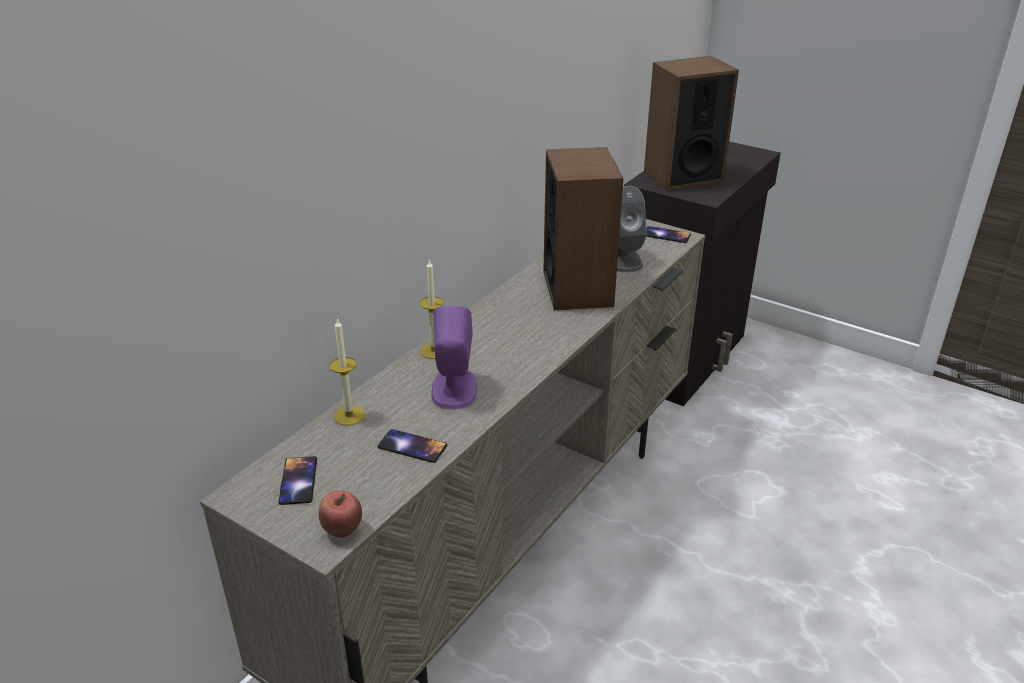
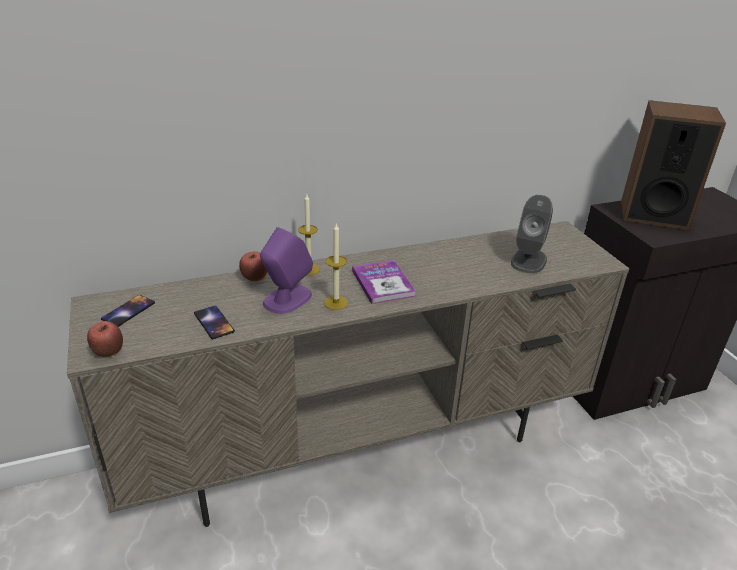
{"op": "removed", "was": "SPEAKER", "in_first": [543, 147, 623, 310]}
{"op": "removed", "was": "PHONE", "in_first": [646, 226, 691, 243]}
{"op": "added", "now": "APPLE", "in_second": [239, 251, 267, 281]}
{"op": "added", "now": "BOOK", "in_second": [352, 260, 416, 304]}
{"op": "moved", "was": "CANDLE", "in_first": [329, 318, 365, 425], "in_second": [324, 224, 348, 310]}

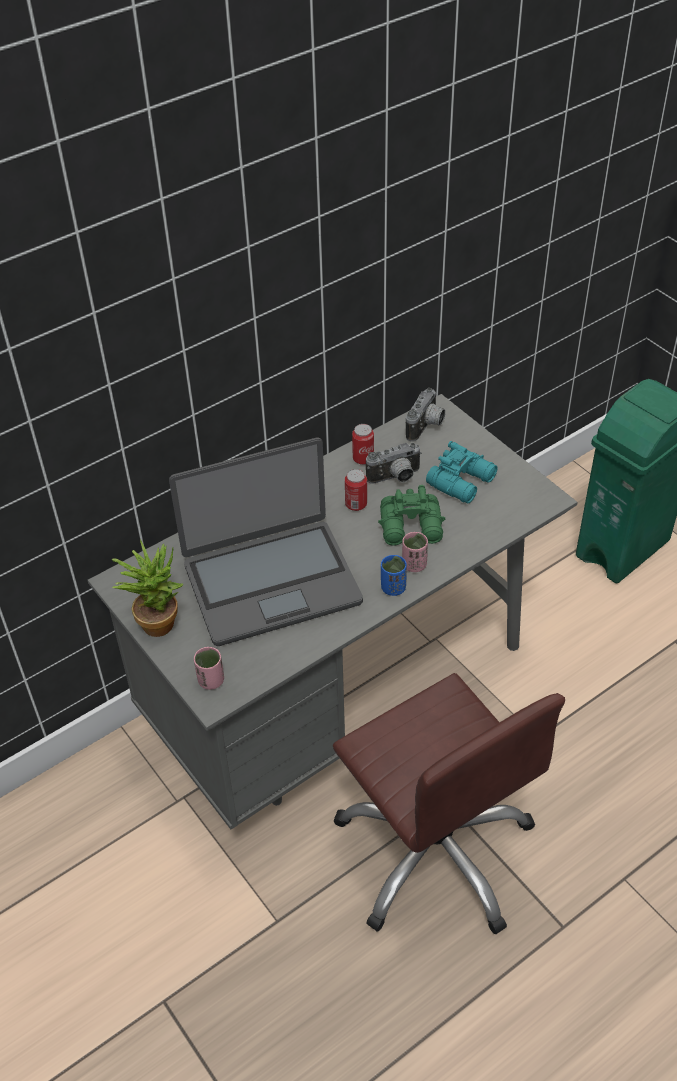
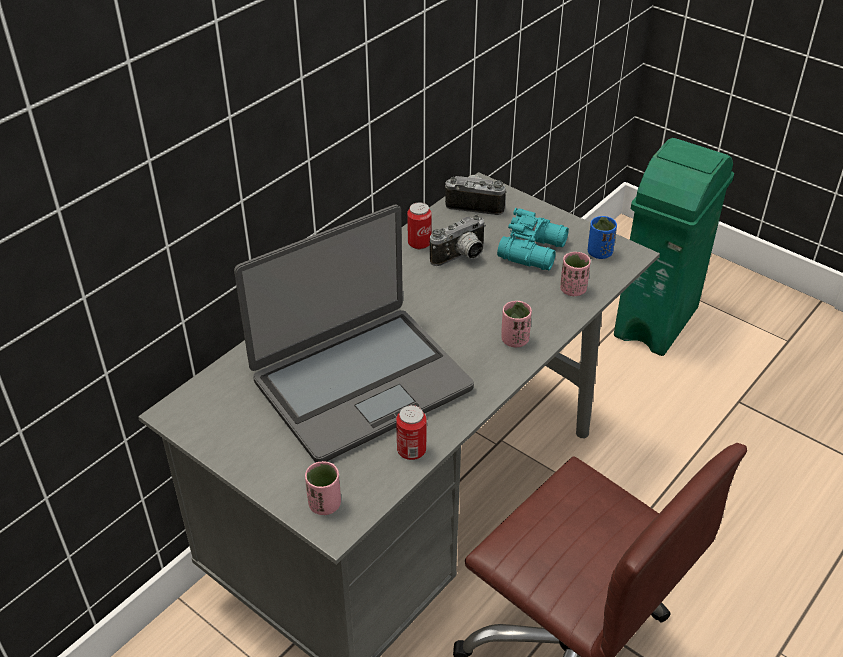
{"op": "removed", "was": "POTTED PLANT", "in_first": [112, 540, 184, 637]}
{"op": "removed", "was": "GREEN BINOCULARS", "in_first": [378, 485, 445, 546]}
{"op": "added", "now": "PINK CUP", "in_second": [560, 252, 591, 296]}
{"op": "moved", "was": "CAN", "in_first": [345, 469, 367, 511], "in_second": [396, 405, 427, 460]}
{"op": "moved", "was": "BLUE CUP", "in_first": [381, 555, 407, 596], "in_second": [588, 216, 617, 259]}
{"op": "turned", "was": "PHOTO CAMERA", "in_first": [406, 388, 445, 442], "in_second": [445, 175, 507, 215], "clockwise": -90}

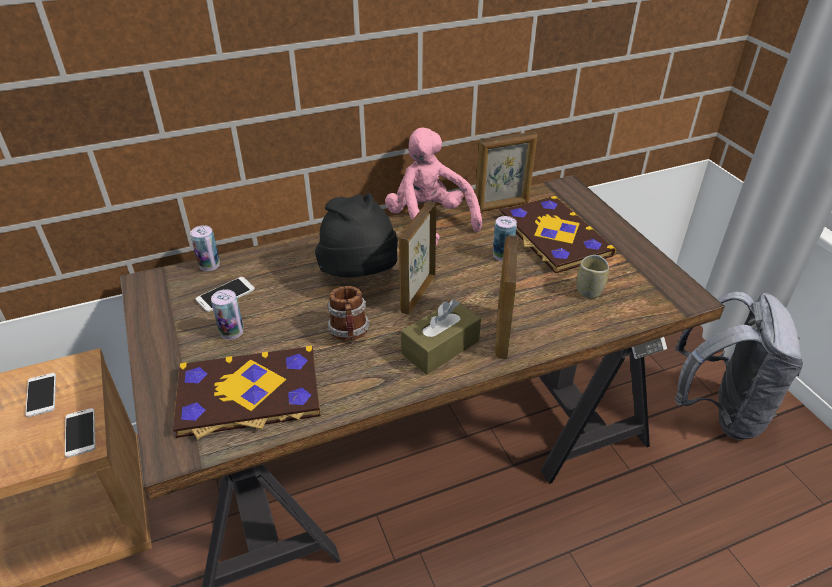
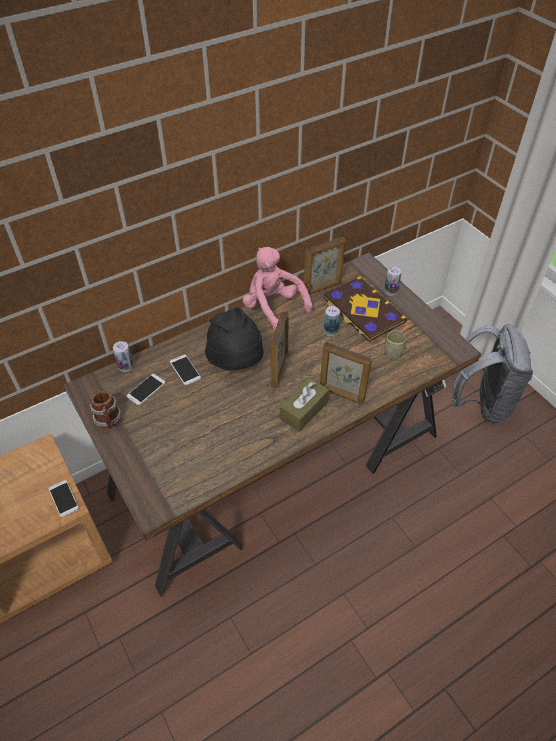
{"op": "removed", "was": "BOOK", "in_first": [173, 345, 321, 440]}
{"op": "moved", "was": "PHONE", "in_first": [25, 373, 56, 417], "in_second": [170, 355, 201, 386]}
{"op": "moved", "was": "CAN", "in_first": [211, 289, 243, 340], "in_second": [384, 266, 402, 296]}
{"op": "moved", "was": "MUG", "in_first": [327, 286, 370, 340], "in_second": [90, 391, 122, 428]}
{"op": "turned", "was": "PICTURE FRAME", "in_first": [495, 235, 517, 359], "in_second": [320, 342, 372, 405], "clockwise": -60}

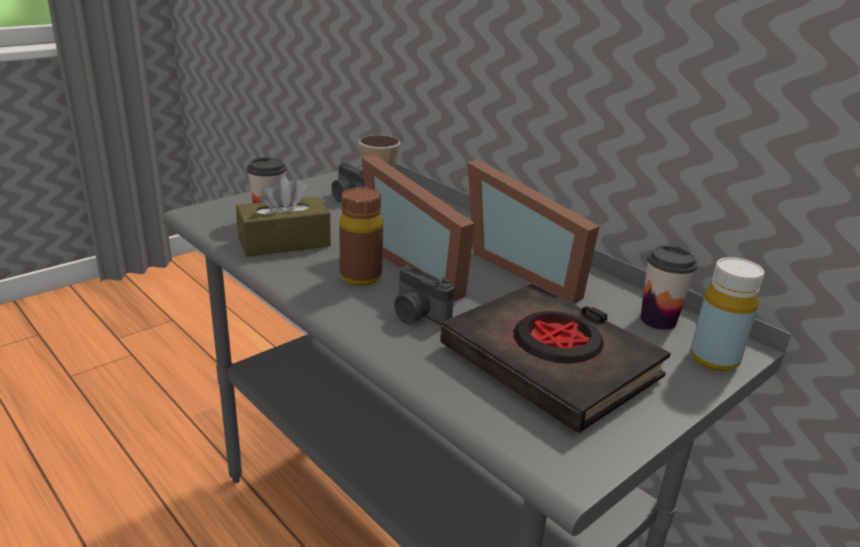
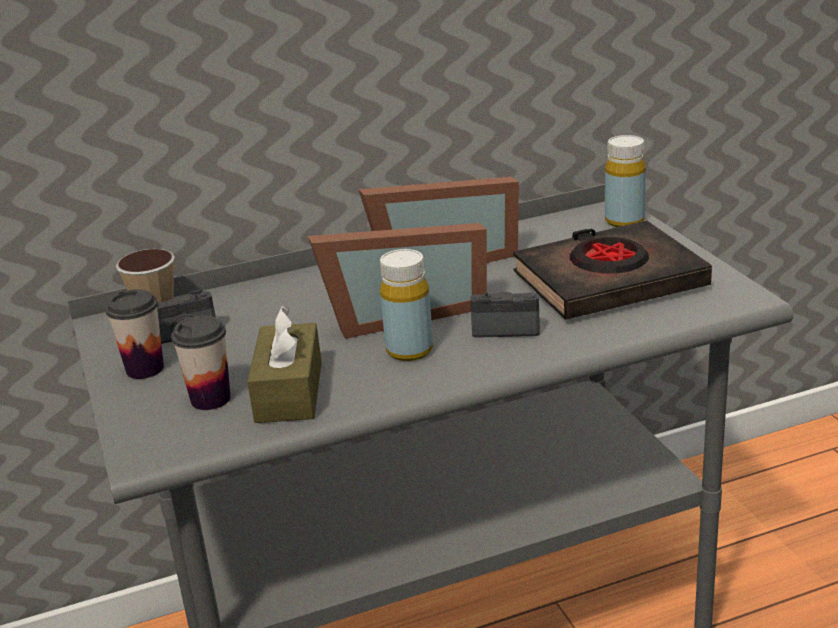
{"op": "moved", "was": "CUP", "in_first": [641, 245, 698, 330], "in_second": [105, 289, 164, 379]}
{"op": "recoloured", "was": "BROWN BOTTLE", "now": "YELLOW BOTTLE", "in_first": [339, 187, 383, 286], "in_second": [380, 249, 433, 361]}
{"op": "turned", "was": "PHOTO CAMERA", "in_first": [394, 265, 454, 326], "in_second": [470, 292, 540, 338], "clockwise": -150}

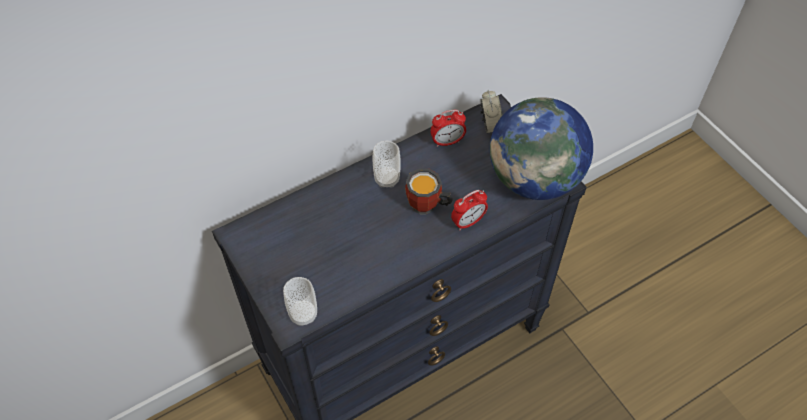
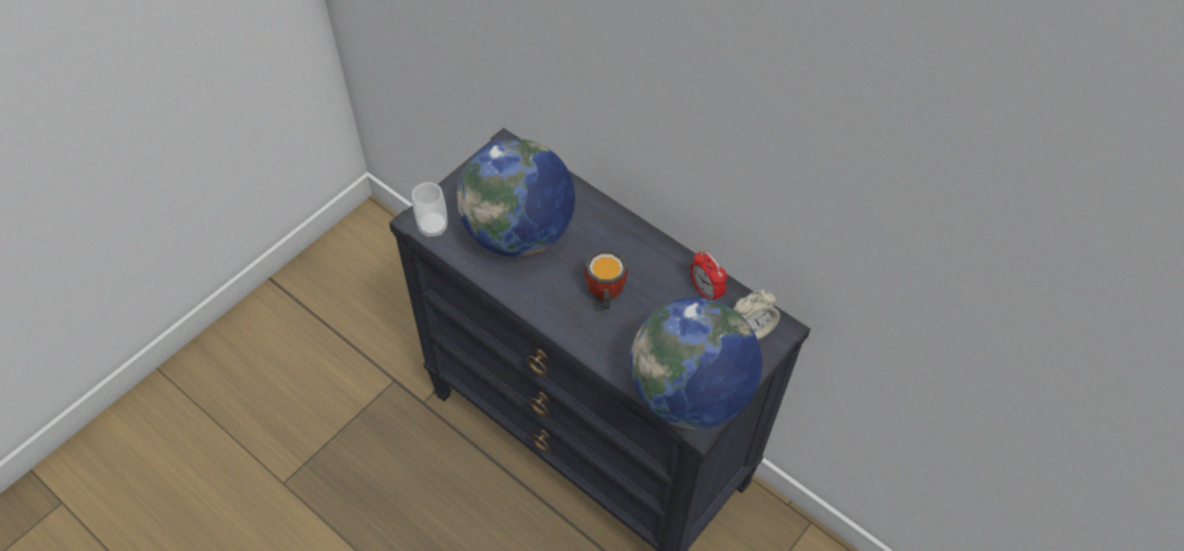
{"op": "removed", "was": "CUP", "in_first": [372, 141, 401, 188]}
{"op": "removed", "was": "ALARM CLOCK", "in_first": [451, 190, 488, 231]}
{"op": "added", "now": "GLOBE", "in_second": [457, 139, 575, 257]}

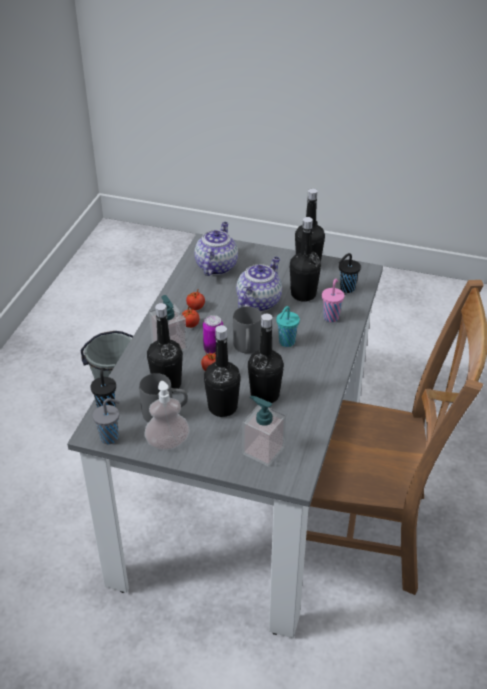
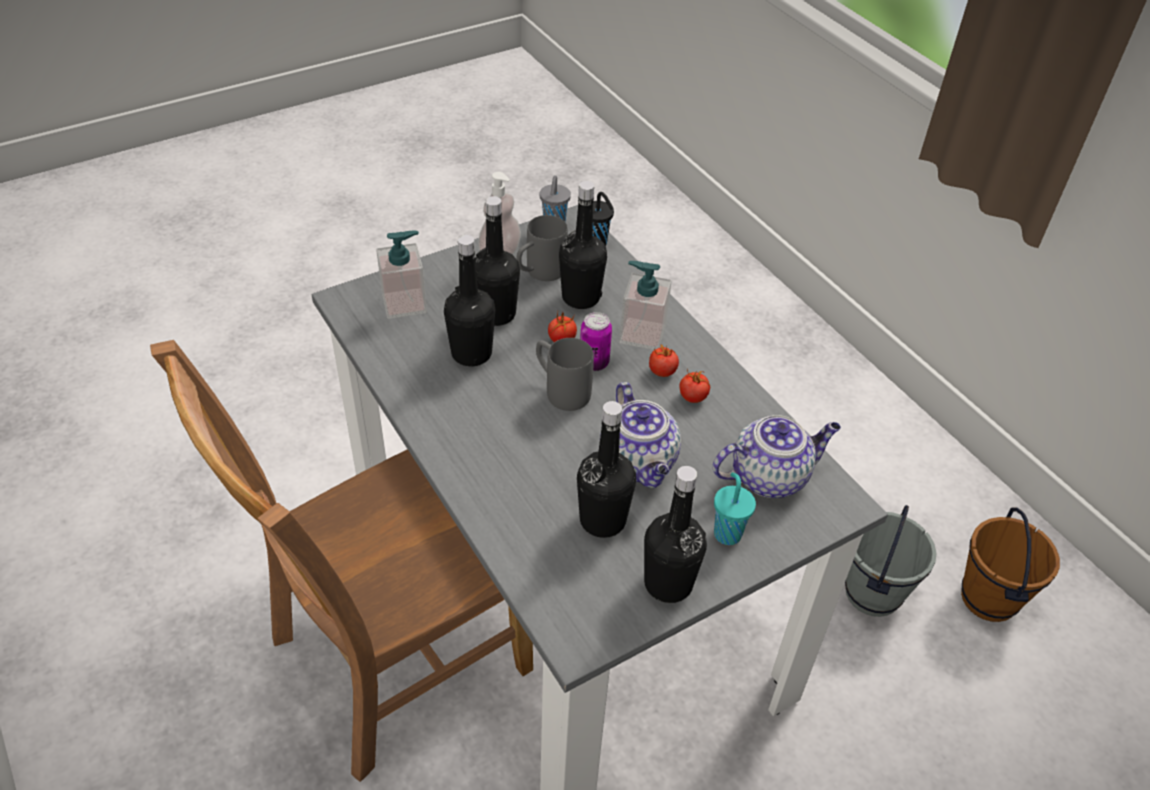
{"op": "removed", "was": "PINK CUP", "in_first": [322, 279, 345, 322]}
{"op": "removed", "was": "BLACK CUP", "in_first": [339, 253, 361, 293]}
{"op": "added", "now": "BROWN BUCKET", "in_second": [961, 507, 1060, 622]}
{"op": "moved", "was": "TURQUOISE CUP", "in_first": [276, 306, 300, 347], "in_second": [714, 473, 756, 545]}
{"op": "turned", "was": "TEAPOT", "in_first": [194, 222, 238, 276], "in_second": [712, 415, 841, 498], "clockwise": -75}

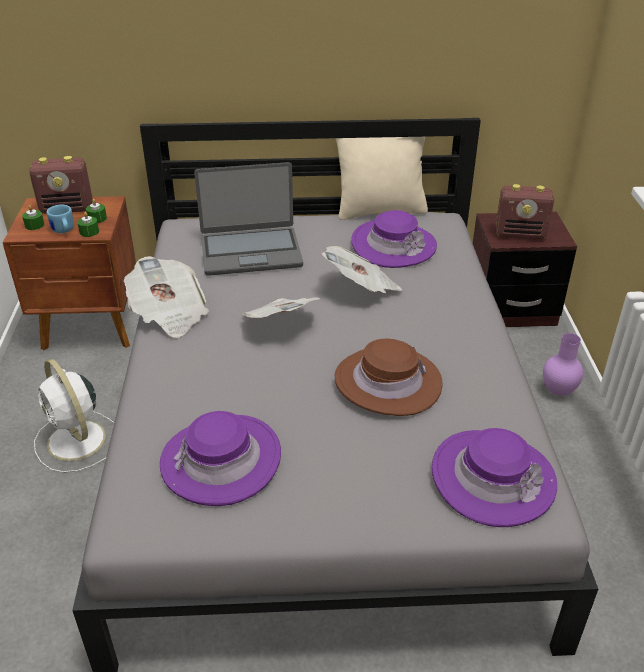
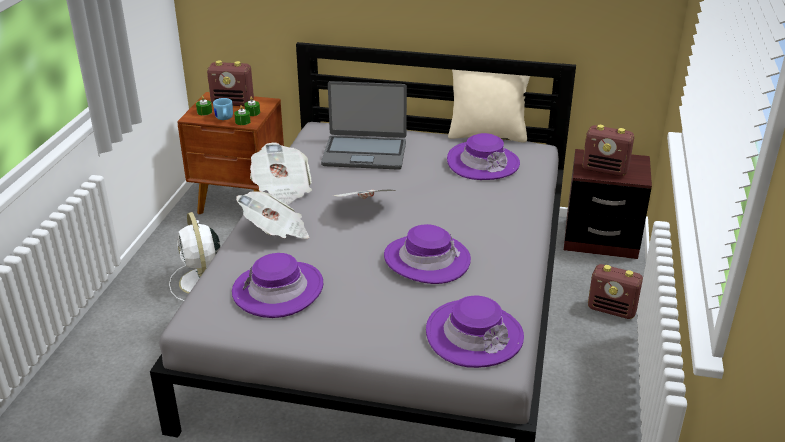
{"op": "moved", "was": "NEWSPAPER", "in_first": [321, 246, 402, 293], "in_second": [236, 191, 309, 239]}
{"op": "replaced", "was": "PURPLE VASE", "now": "RADIO", "in_first": [543, 333, 583, 396], "in_second": [588, 264, 643, 319]}
{"op": "recoloured", "was": "BROWN HAT", "now": "PURPLE HAT", "in_first": [334, 339, 442, 416], "in_second": [384, 224, 471, 284]}

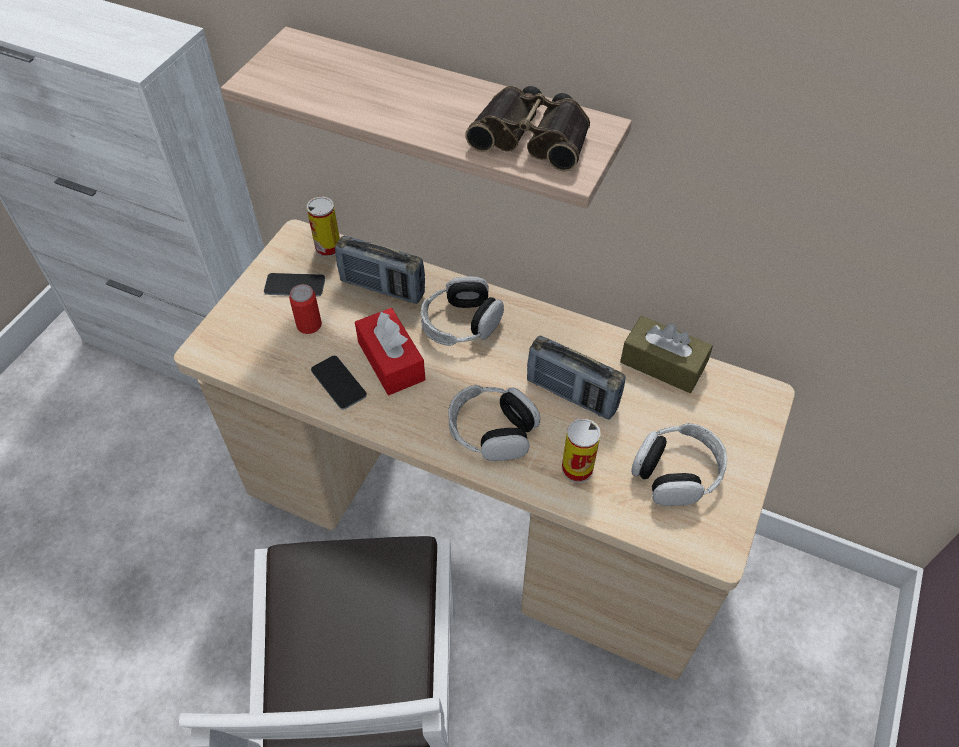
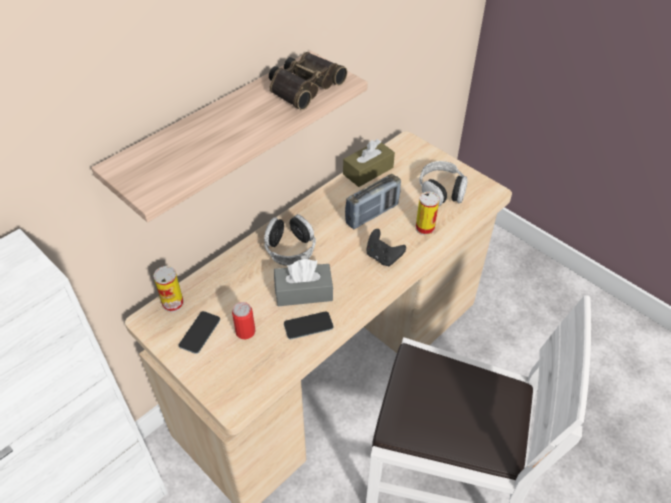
{"op": "removed", "was": "RADIO", "in_first": [335, 236, 425, 304]}
{"op": "replaced", "was": "HEADPHONES", "now": "BLACK GAME CONTROLLER", "in_first": [448, 385, 541, 461], "in_second": [366, 229, 406, 266]}
{"op": "recoloured", "was": "RED TISSUE BOX", "now": "GREY TISSUE BOX", "in_first": [355, 308, 425, 395], "in_second": [274, 259, 333, 306]}

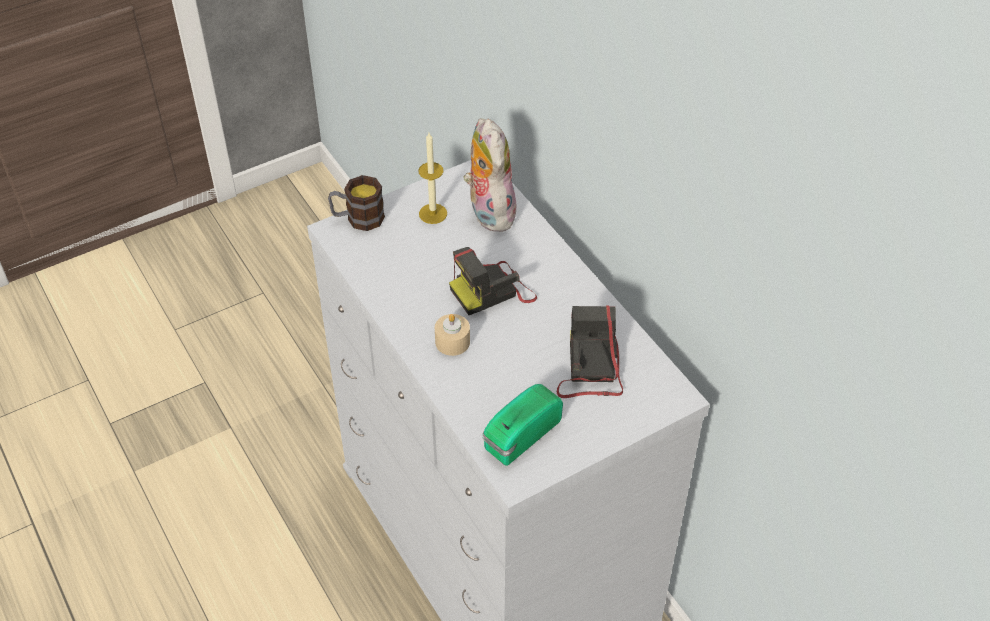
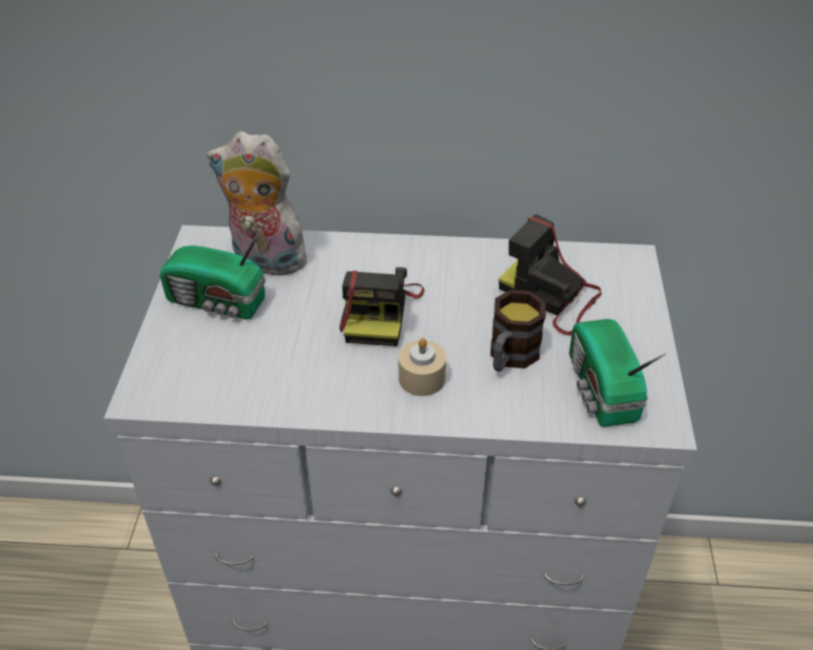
{"op": "moved", "was": "MUG", "in_first": [328, 175, 385, 231], "in_second": [490, 290, 546, 372]}
{"op": "replaced", "was": "CANDLE", "now": "RADIO", "in_first": [418, 133, 447, 224], "in_second": [160, 223, 265, 319]}

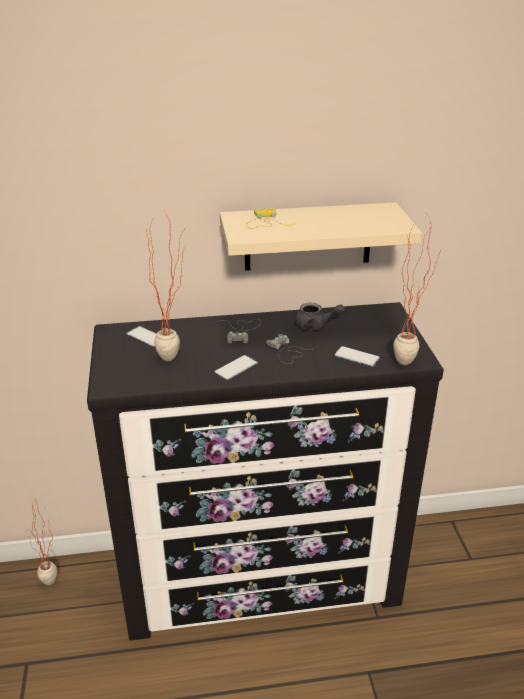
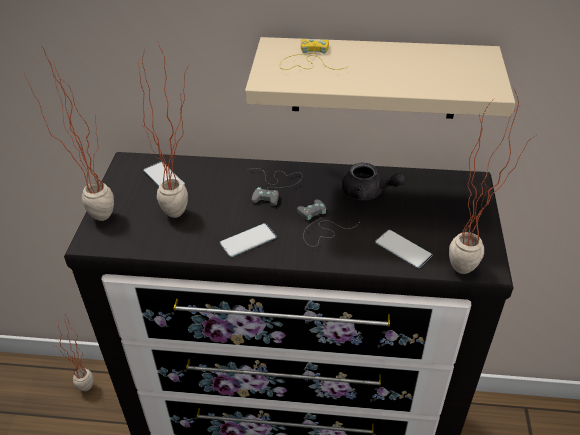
{"op": "added", "now": "POTTED PLANT", "in_second": [24, 47, 114, 221]}

